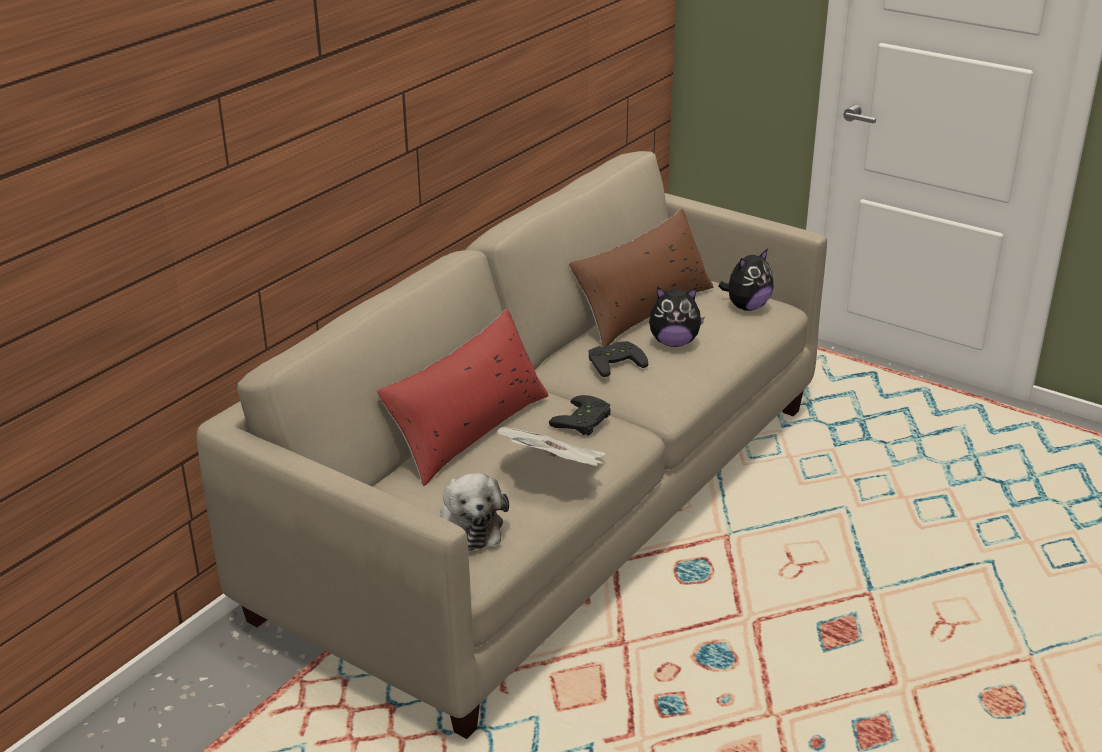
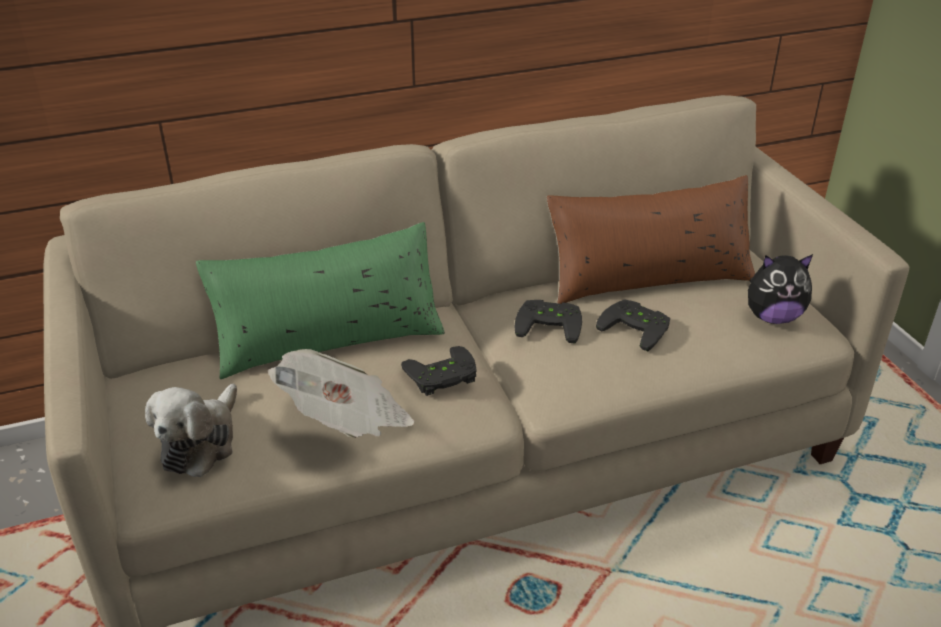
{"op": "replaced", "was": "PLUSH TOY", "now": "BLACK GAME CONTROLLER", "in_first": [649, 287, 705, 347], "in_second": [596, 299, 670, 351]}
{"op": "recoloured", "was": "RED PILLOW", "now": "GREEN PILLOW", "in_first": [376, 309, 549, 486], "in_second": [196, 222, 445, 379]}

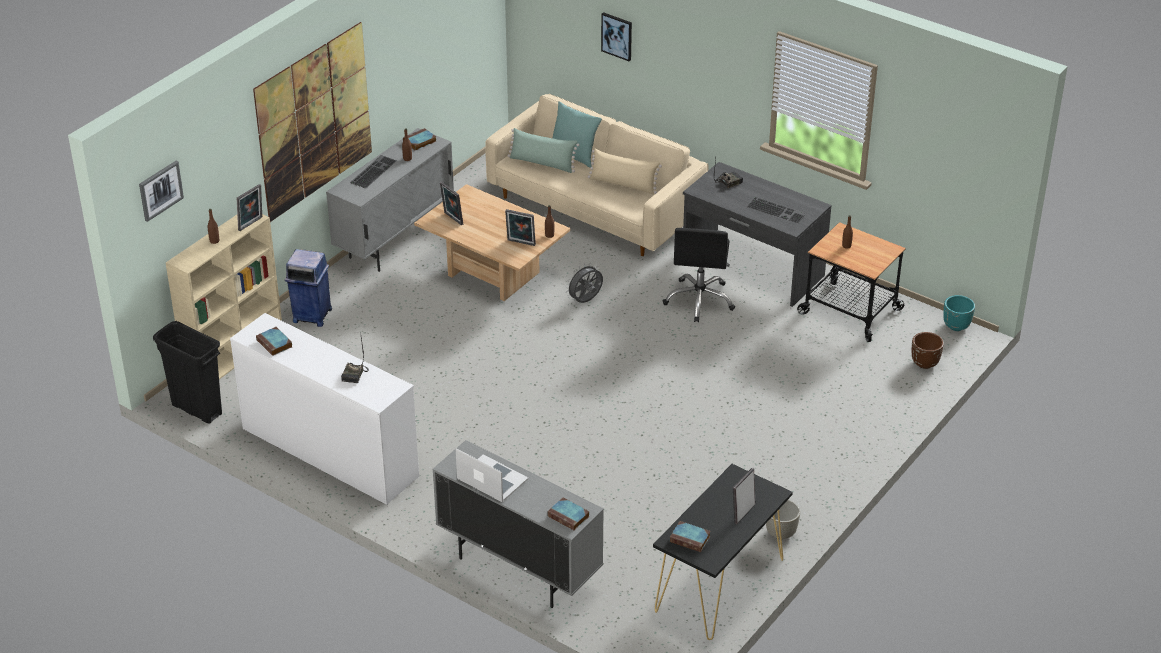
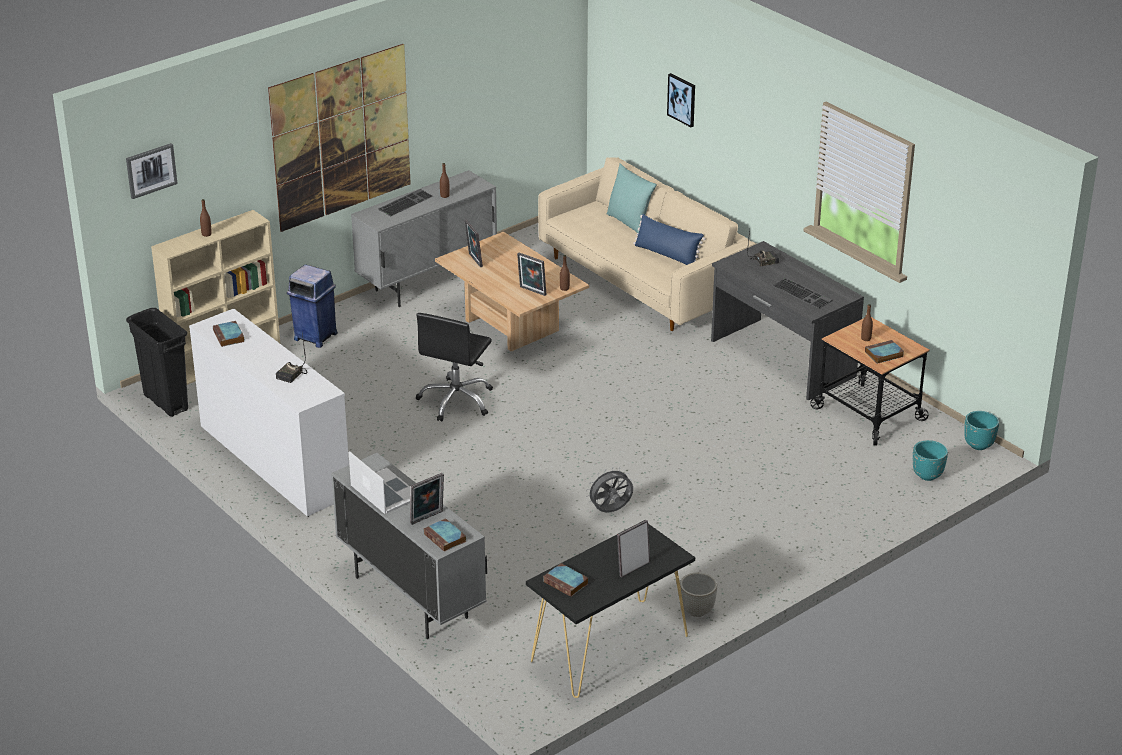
{"op": "removed", "was": "GREEN PILLOW", "in_first": [507, 128, 579, 173]}
{"op": "moved", "was": "PICTURE FRAME", "in_first": [237, 184, 262, 231], "in_second": [410, 473, 444, 525]}
{"op": "moved", "was": "BOOK", "in_first": [403, 128, 436, 150], "in_second": [865, 340, 904, 364]}
{"op": "moved", "was": "GREY FAN", "in_first": [566, 263, 603, 303], "in_second": [586, 467, 633, 512]}
{"op": "moved", "was": "BLACK OFFICE CHAIR", "in_first": [663, 228, 735, 322], "in_second": [416, 313, 493, 422]}
{"op": "recoloured", "was": "BEIGE PILLOW", "now": "BLUE PILLOW", "in_first": [588, 149, 662, 195], "in_second": [633, 214, 706, 265]}
{"op": "recoloured", "was": "BROWN PLANTER", "now": "TURQUOISE PLANTER", "in_first": [912, 332, 944, 369], "in_second": [913, 440, 948, 481]}

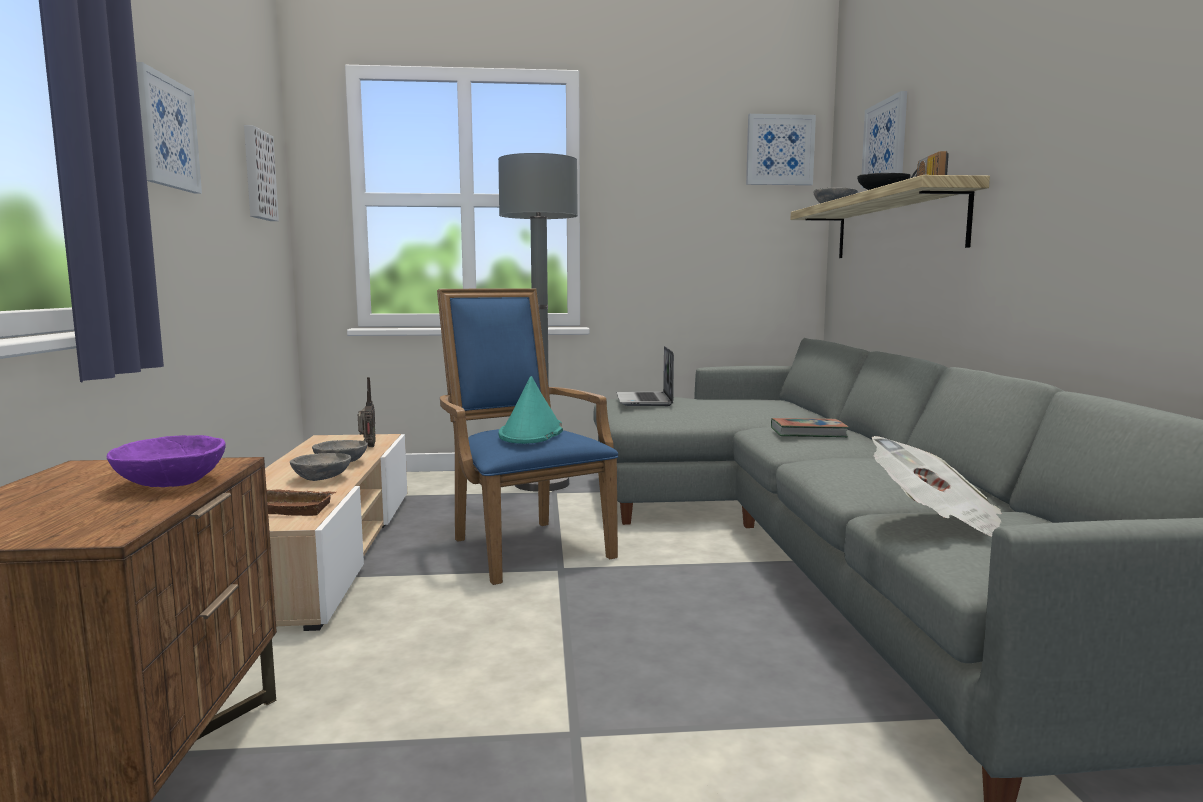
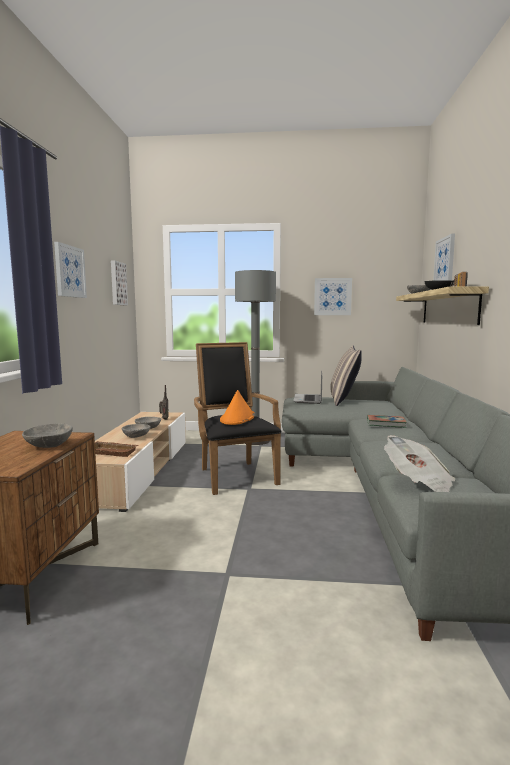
{"op": "added", "now": "PILLOW", "in_second": [330, 346, 361, 406]}
{"op": "moved", "was": "PICTURE", "in_first": [746, 114, 816, 185], "in_second": [314, 278, 352, 315]}
{"op": "recoloured", "was": "PURPLE BOWL", "now": "GREY BOWL", "in_first": [107, 435, 225, 487], "in_second": [22, 423, 73, 448]}
{"op": "recoloured", "was": "BLUE ARMCHAIR", "now": "BLACK ARMCHAIR", "in_first": [437, 288, 618, 585], "in_second": [194, 342, 281, 495]}
{"op": "recoloured", "was": "TURQUOISE HAT", "now": "ORANGE HAT", "in_first": [499, 376, 563, 444], "in_second": [220, 390, 255, 425]}

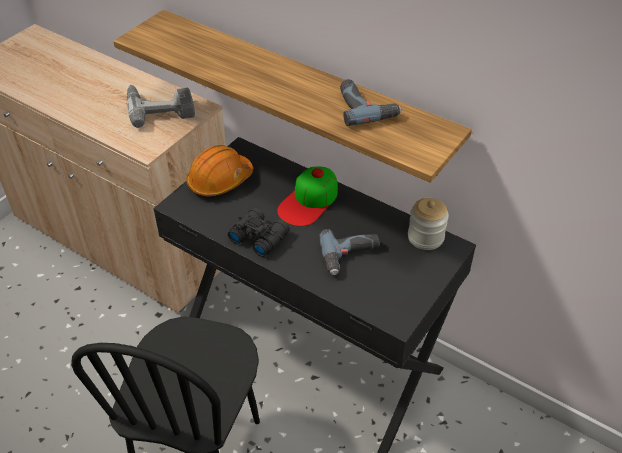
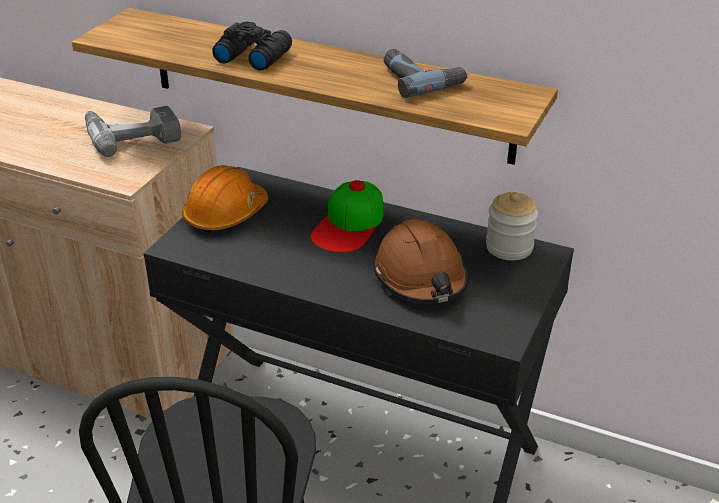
{"op": "moved", "was": "BLACK BINOCULARS", "in_first": [228, 207, 289, 257], "in_second": [212, 22, 292, 71]}
{"op": "replaced", "was": "POWER DRILL", "now": "BROWN HARD HAT", "in_first": [319, 229, 379, 275], "in_second": [374, 219, 468, 304]}

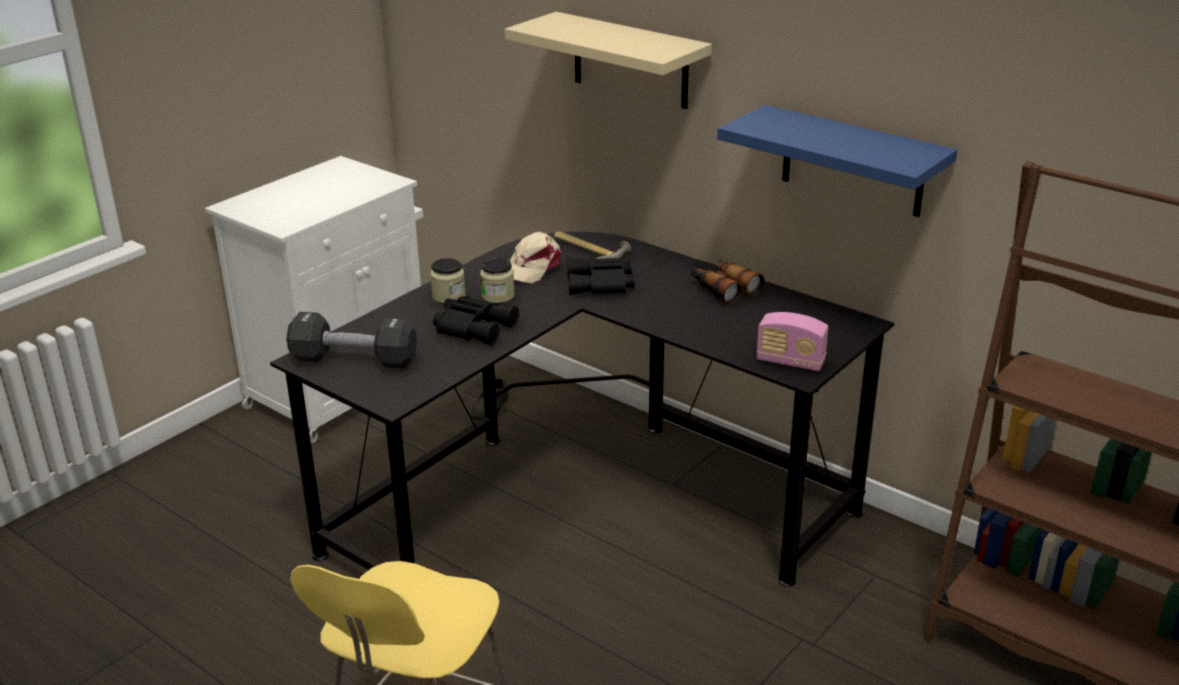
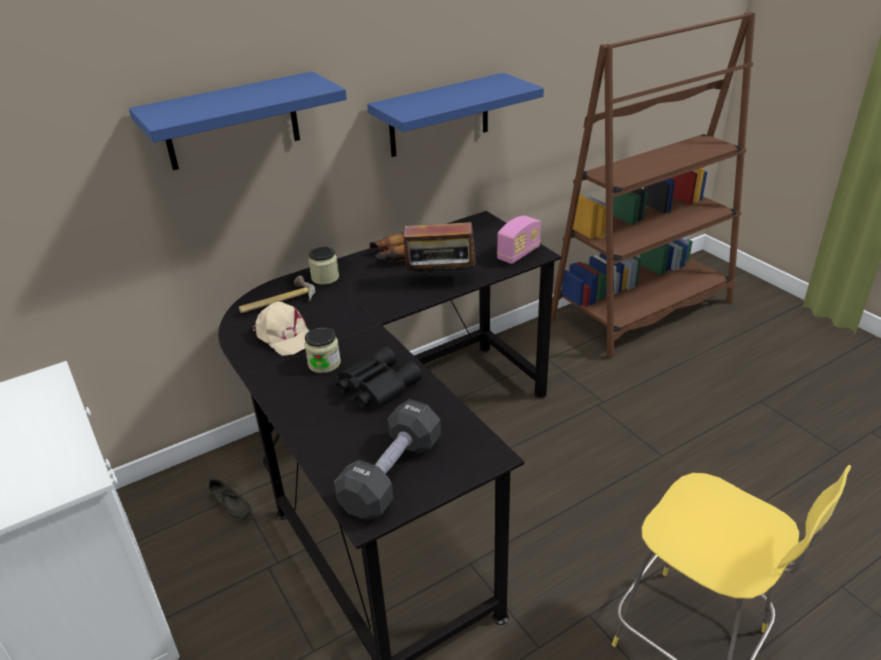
{"op": "removed", "was": "BLACK BINOCULARS", "in_first": [567, 257, 634, 295]}
{"op": "added", "now": "RADIO", "in_second": [404, 218, 479, 279]}
{"op": "moved", "was": "JAR", "in_first": [430, 258, 465, 303], "in_second": [309, 246, 339, 285]}
{"op": "recoloured", "was": "BEIGE SHELF", "now": "BLUE SHELF", "in_first": [505, 12, 712, 109], "in_second": [129, 71, 347, 170]}

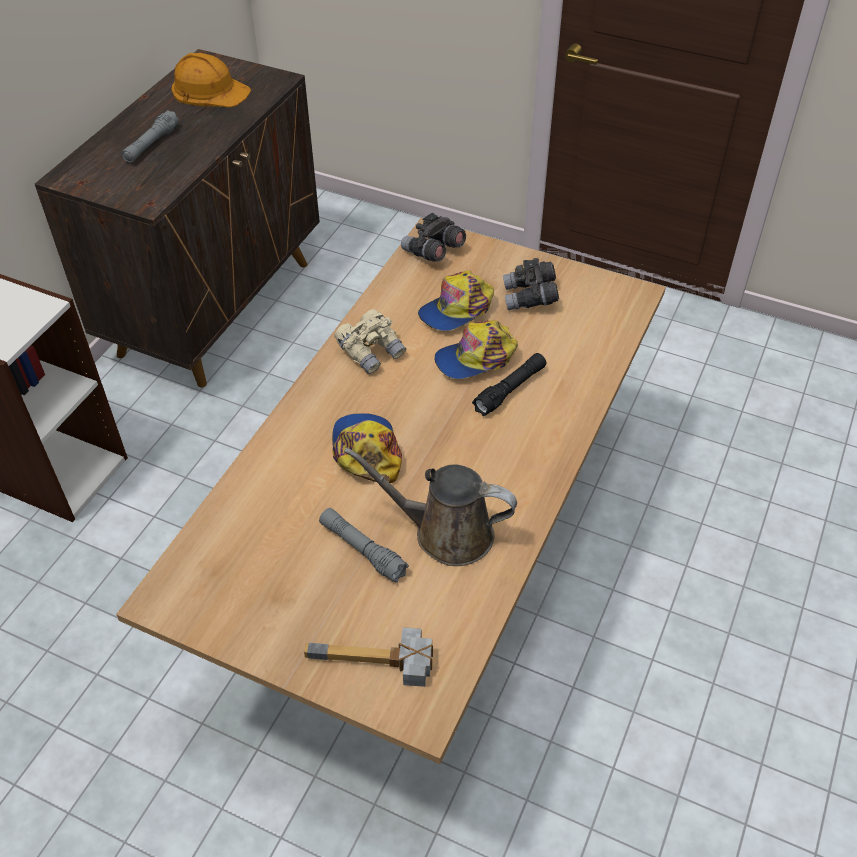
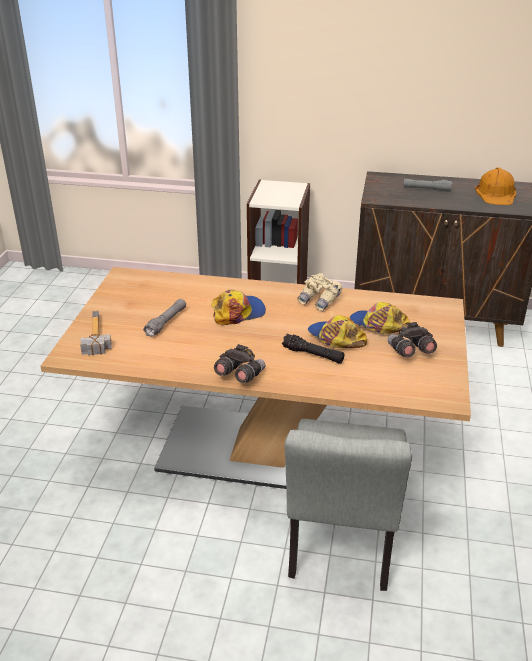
{"op": "removed", "was": "BROWN WATERING CAN", "in_first": [344, 447, 517, 566]}
{"op": "added", "now": "GREY CHAIR", "in_second": [284, 419, 412, 591]}
{"op": "moved", "was": "GREY BINOCULARS", "in_first": [401, 213, 466, 262], "in_second": [214, 344, 265, 383]}

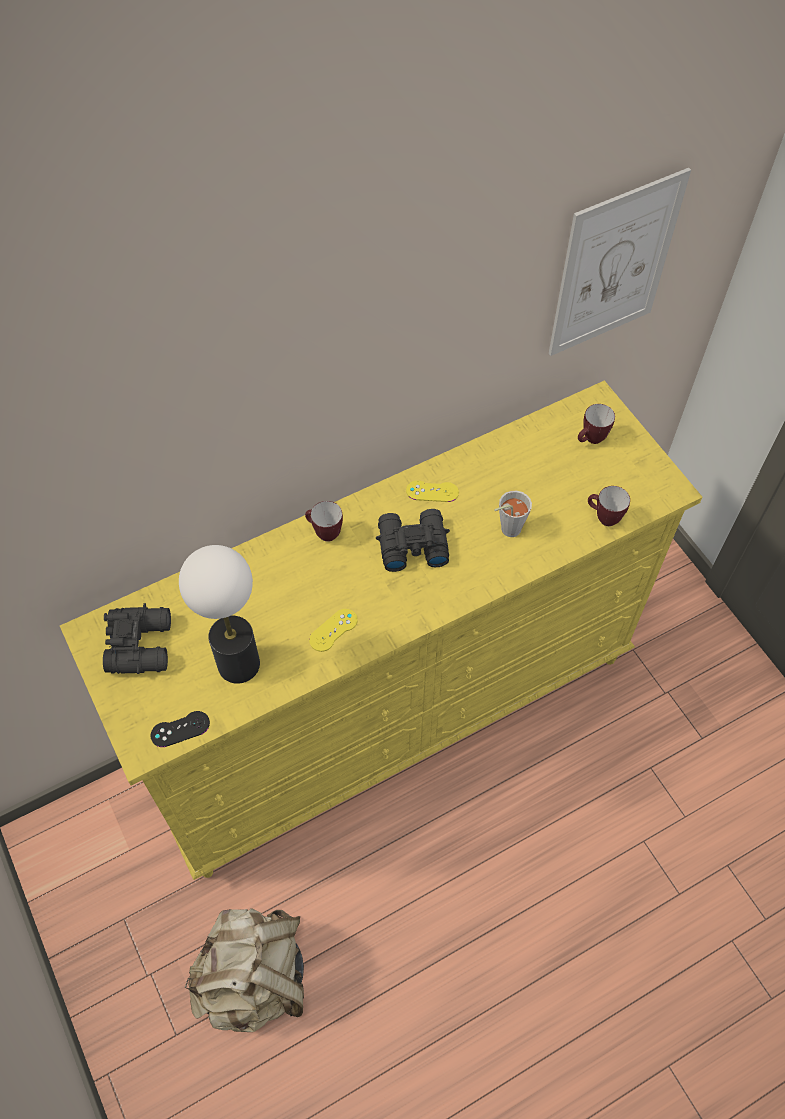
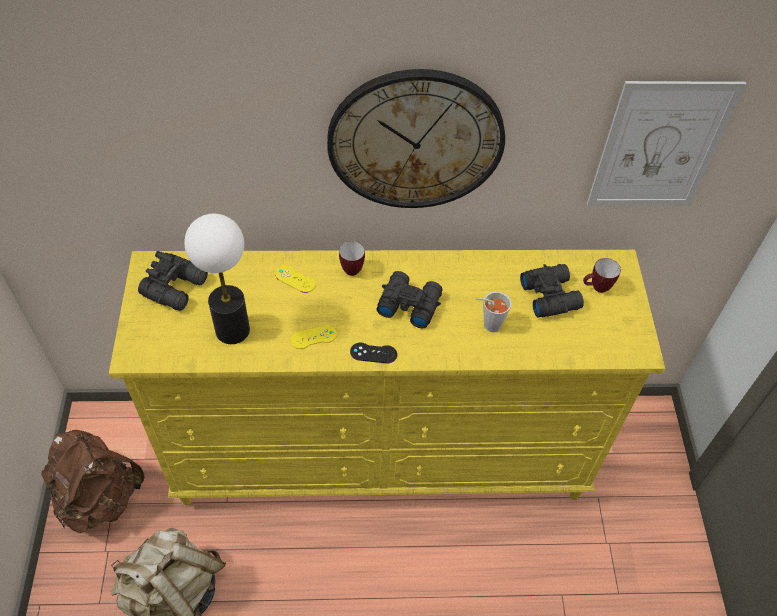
{"op": "removed", "was": "MUG", "in_first": [588, 486, 630, 526]}
{"op": "added", "now": "BROWN BACKPACK", "in_second": [42, 430, 145, 533]}
{"op": "added", "now": "WALL CLOCK", "in_second": [327, 69, 505, 208]}
{"op": "added", "now": "BLACK BINOCULARS", "in_second": [520, 264, 584, 317]}
{"op": "moved", "was": "BLACK GAME CONTROLLER", "in_first": [151, 711, 210, 747], "in_second": [350, 343, 397, 364]}
{"op": "moved", "was": "YELLOW GAME CONTROLLER", "in_first": [406, 480, 459, 502], "in_second": [275, 266, 316, 293]}

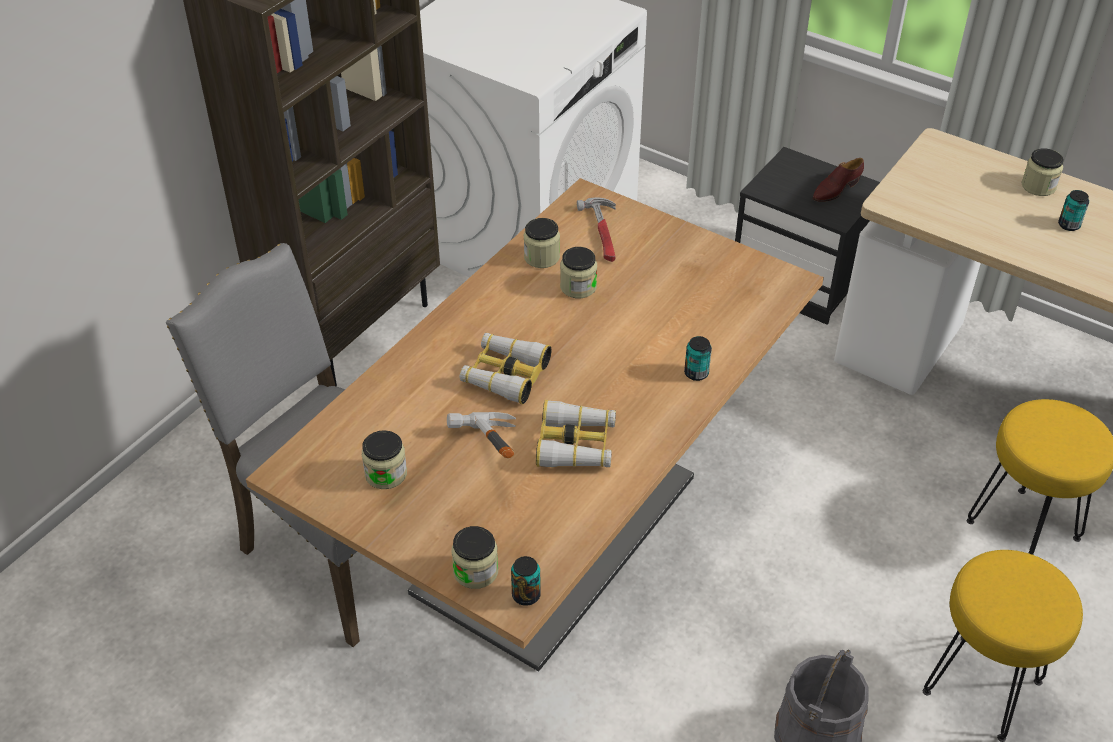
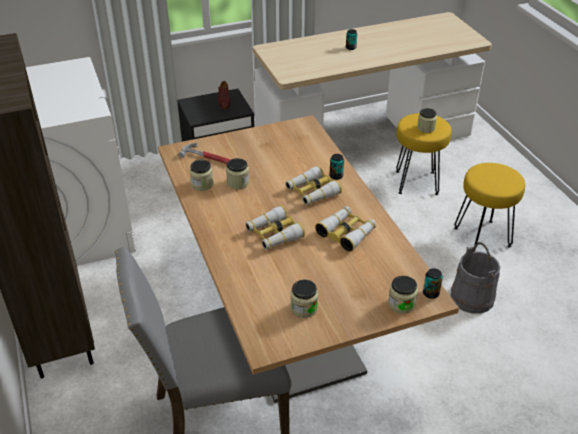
{"op": "removed", "was": "HAMMER", "in_first": [447, 412, 516, 458]}
{"op": "added", "now": "BINOCULARS", "in_second": [285, 165, 342, 205]}
{"op": "moved", "was": "JAR", "in_first": [1022, 148, 1064, 196], "in_second": [417, 108, 437, 133]}

